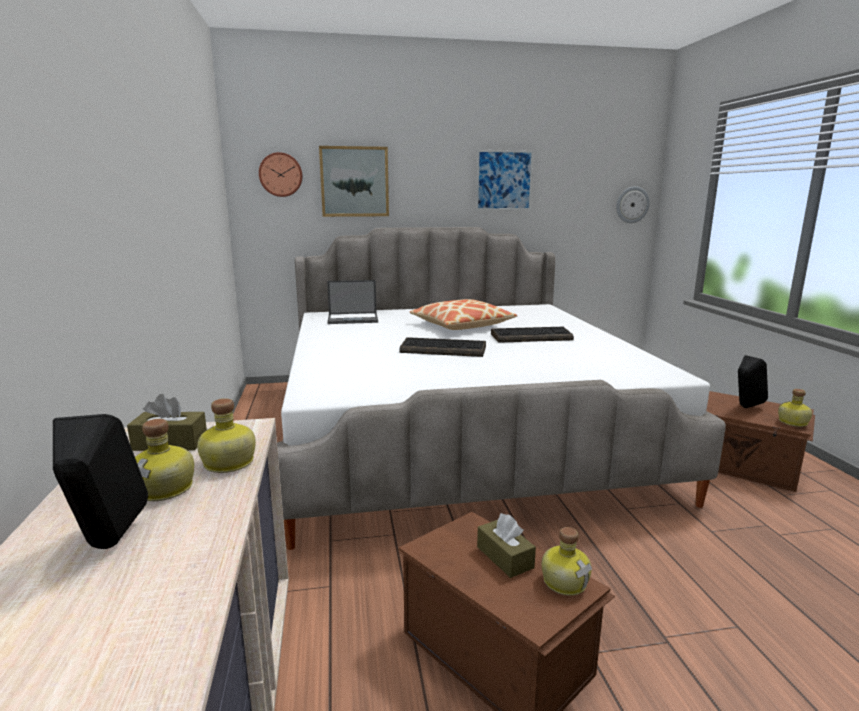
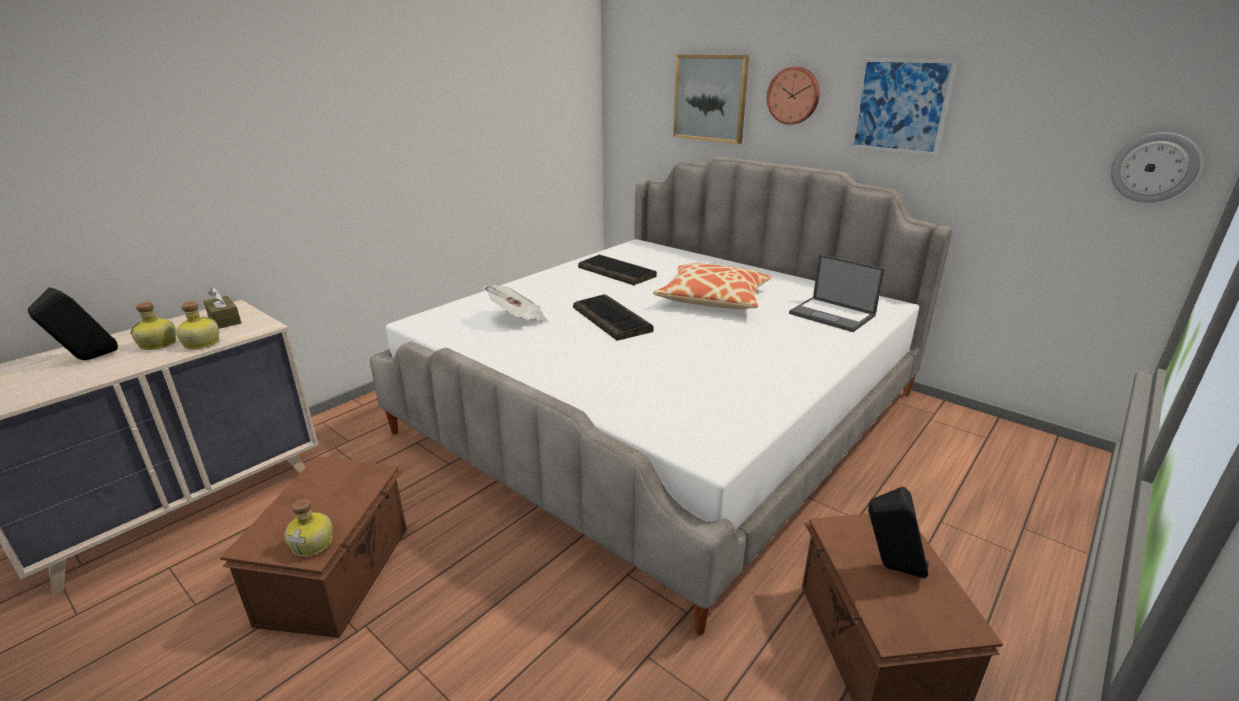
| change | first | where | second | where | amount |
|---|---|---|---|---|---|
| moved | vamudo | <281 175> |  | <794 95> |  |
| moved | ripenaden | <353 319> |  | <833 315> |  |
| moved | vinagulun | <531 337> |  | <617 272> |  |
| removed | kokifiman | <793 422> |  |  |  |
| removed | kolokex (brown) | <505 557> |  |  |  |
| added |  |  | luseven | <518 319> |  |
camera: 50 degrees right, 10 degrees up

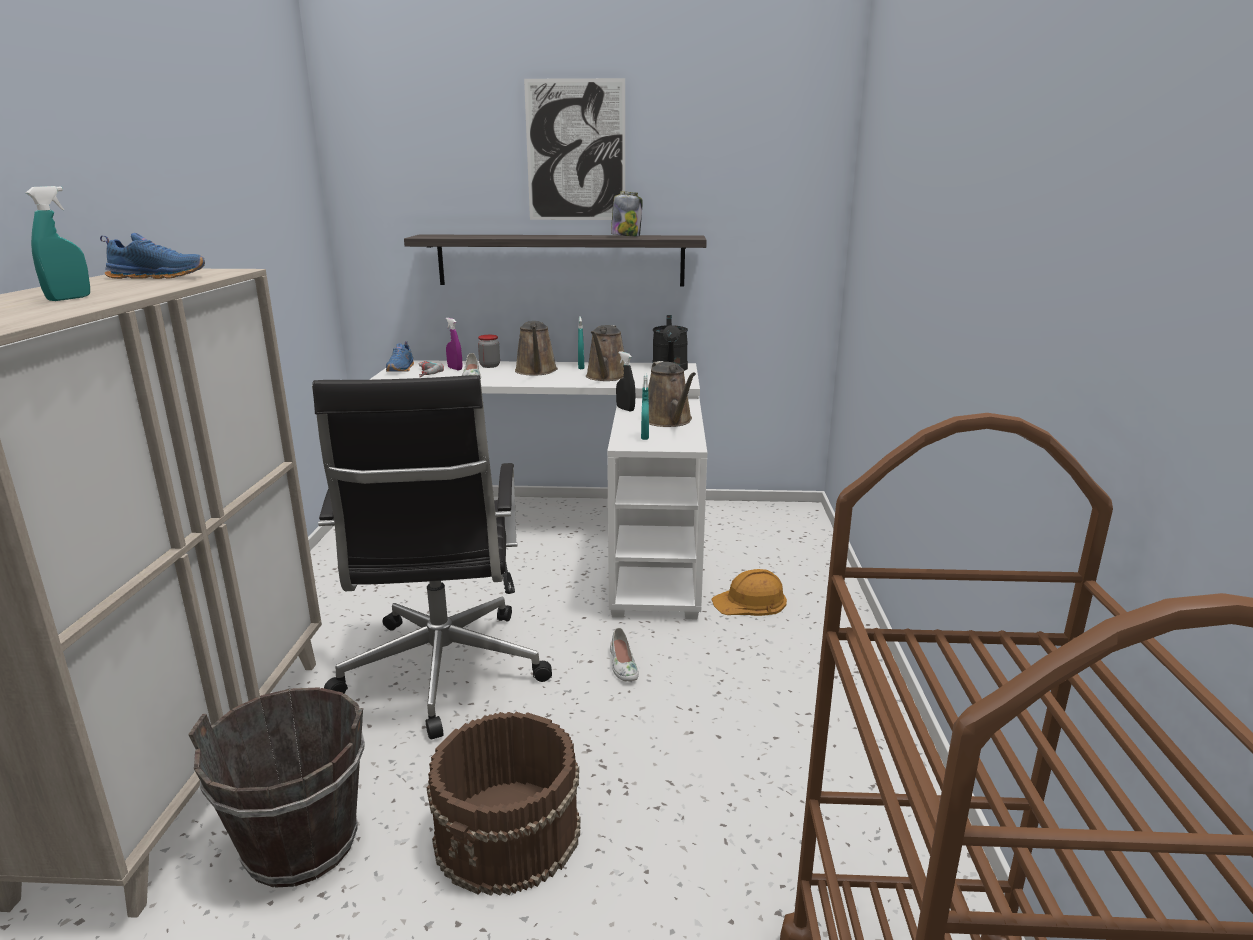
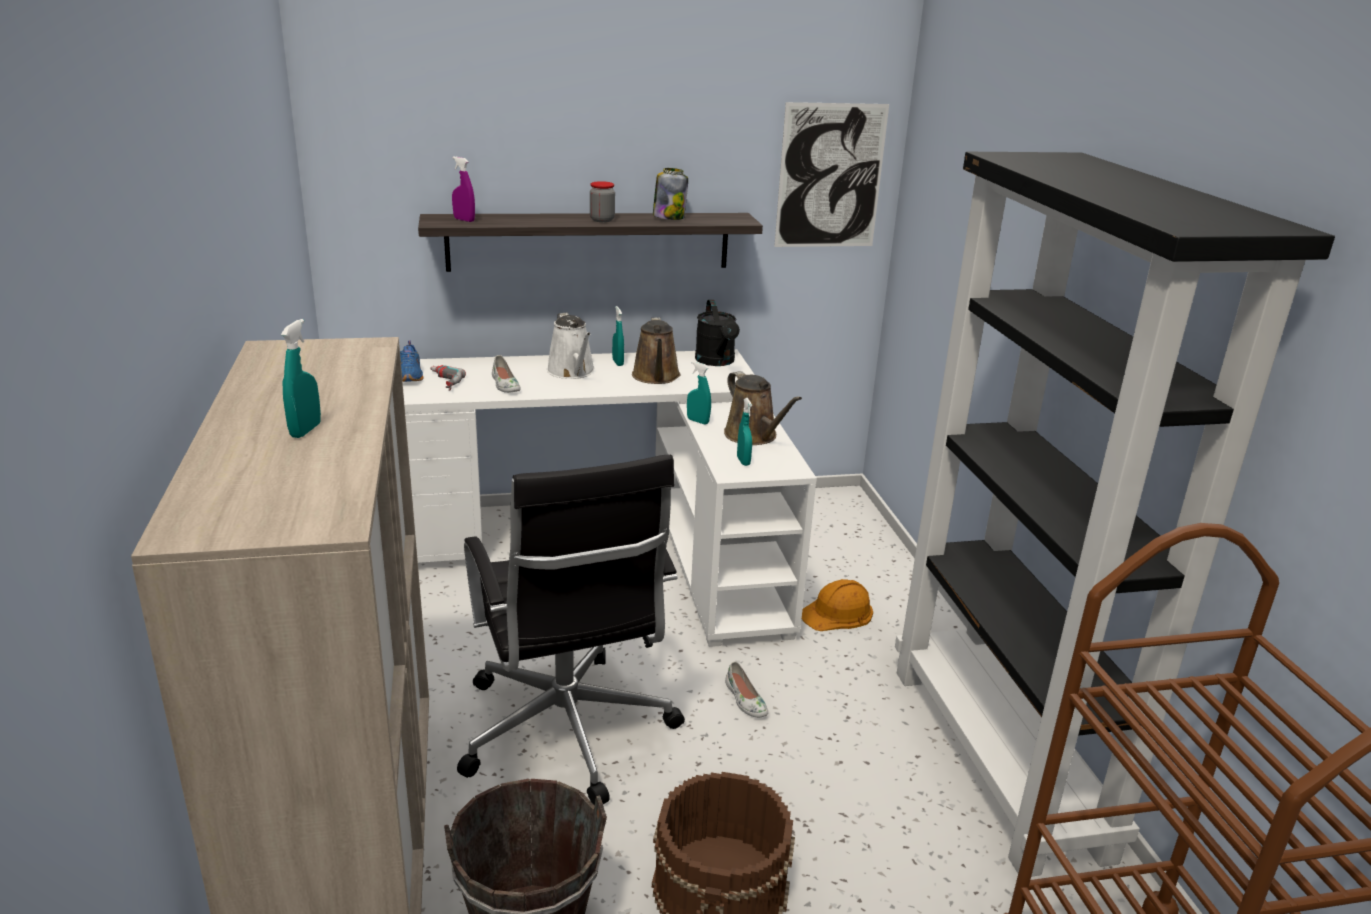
| change | first | where | second | where | amount |
|---|---|---|---|---|---|
| moved | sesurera | <576 151> |  | <830 176> |  |
| removed | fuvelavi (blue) | <159 277> |  |  |  |
| moved | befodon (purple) | <455 369> |  | <464 220> |  |
| recoloured | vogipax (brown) | <536 371> | vogipax (white) | <572 372> |  |
| moved | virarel | <489 366> |  | <602 220> |  |
| recoloured | befodon (black) | <625 409> | befodon (turquoise) | <698 421> |  |
| added |  |  | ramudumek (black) | <999 759> |  |
camera: 15 degrees left, 5 degrees up

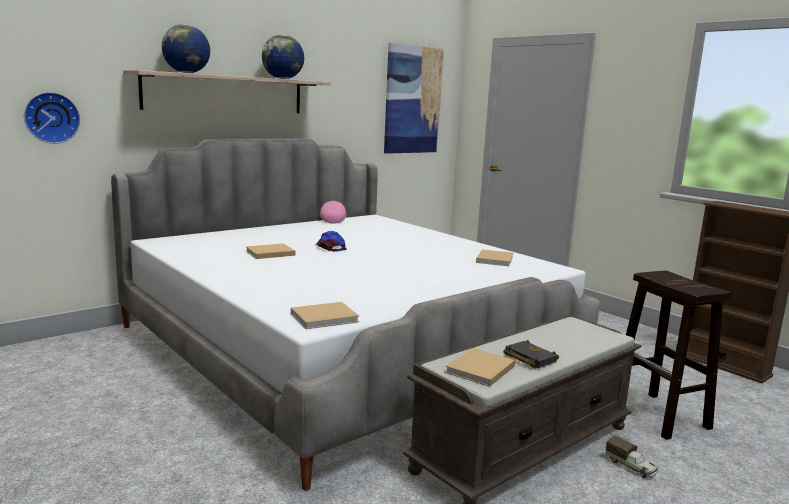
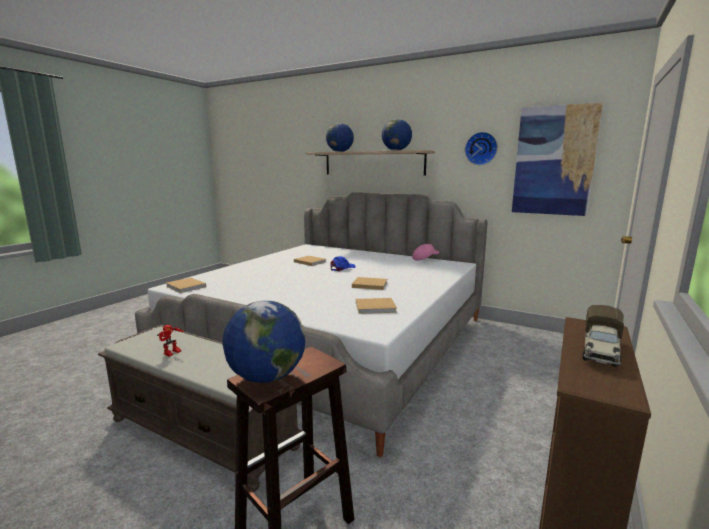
| change | first | where | second | where | amount |
|---|---|---|---|---|---|
| moved | vamudo | <51 117> |  | <481 148> |  |
| replaced | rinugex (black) | <528 358> | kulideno | <172 353> |  |
| moved | rinugex (beige) | <479 370> |  | <368 285> |  |
| moved | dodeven | <631 467> |  | <600 351> |  |
| added |  |  | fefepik | <266 377> |  |
camera: 70 degrees right, 0 degrees up

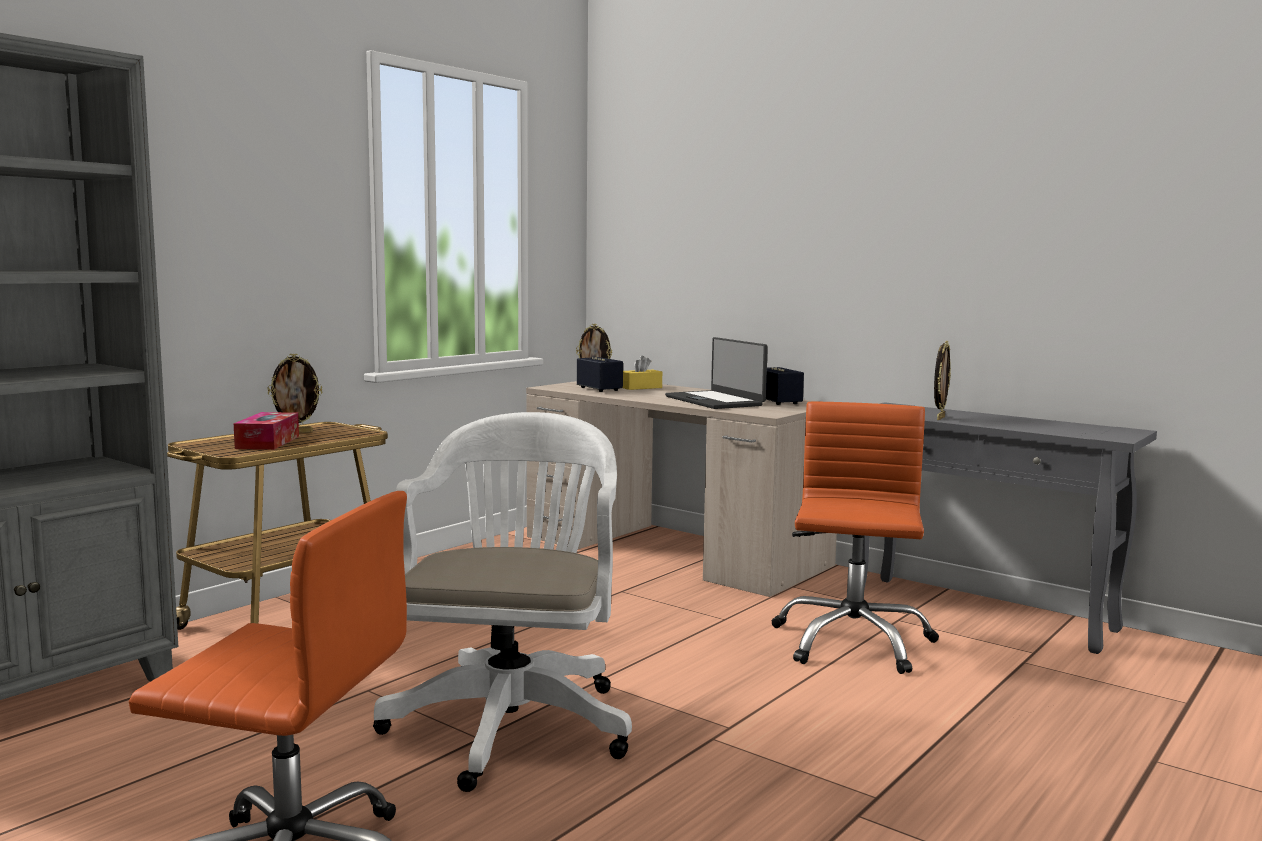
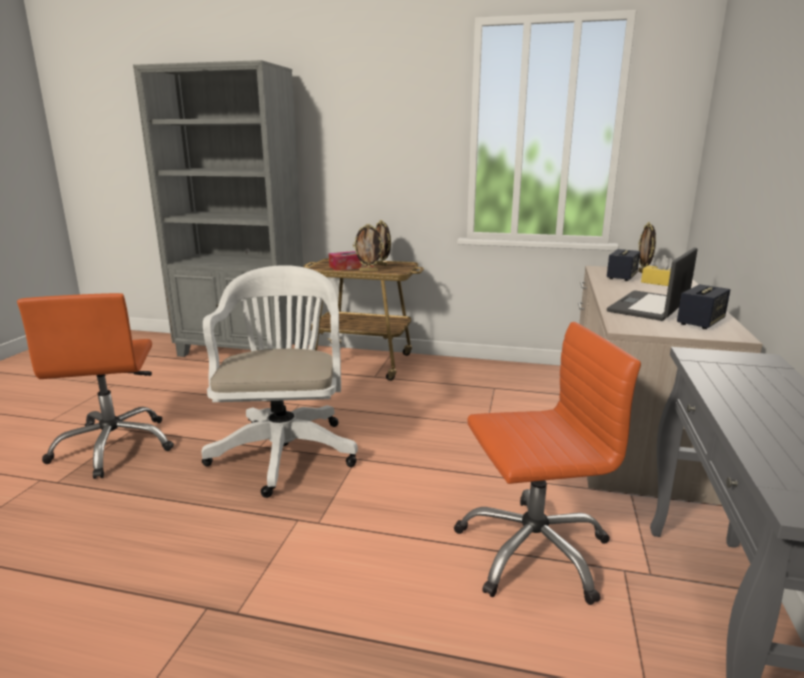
| change | first | where | second | where | amount |
|---|---|---|---|---|---|
| moved | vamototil | <939 418> |  | <369 271> |  |
| turned | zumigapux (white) | <513 721> |  | <285 449> | 75 degrees counterclockwise |
camera: 65 degrees right, 10 degrees up

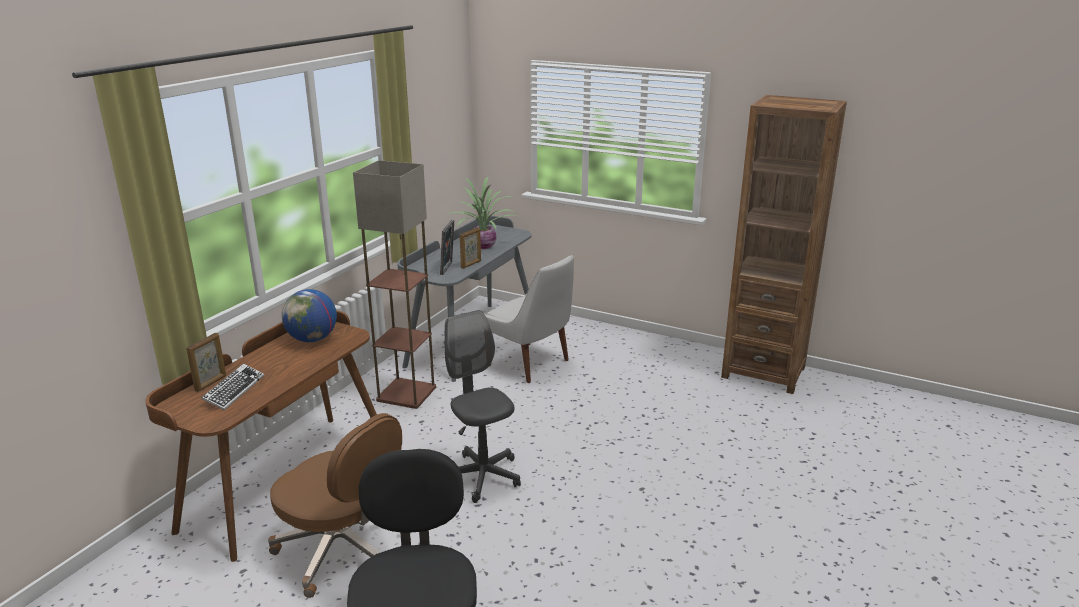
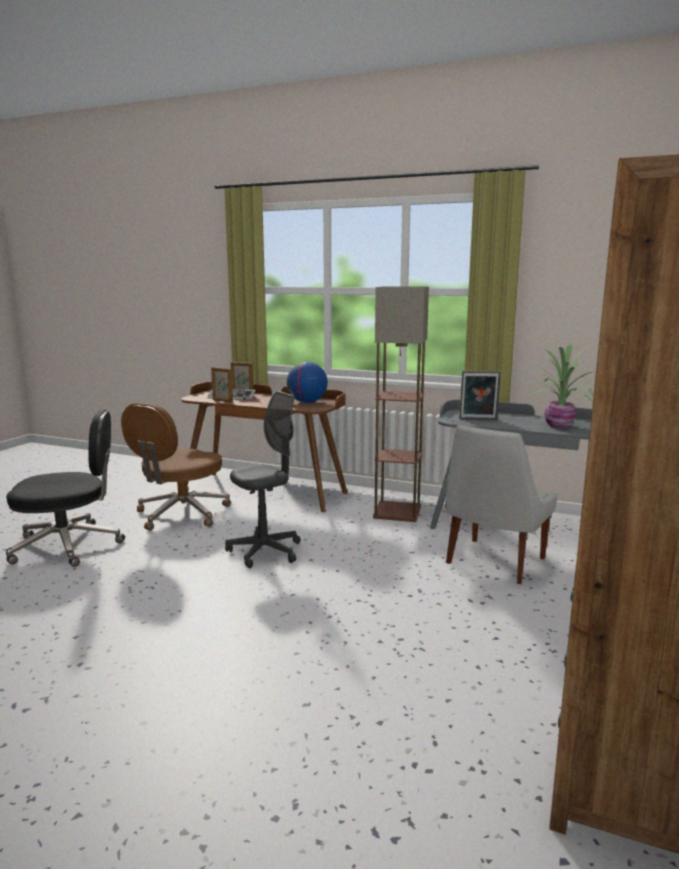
| change | first | where | second | where | amount |
|---|---|---|---|---|---|
| moved | vamototil | <471 264> |  | <222 401> |  |
camera: 85 degrees right, 10 degrees down

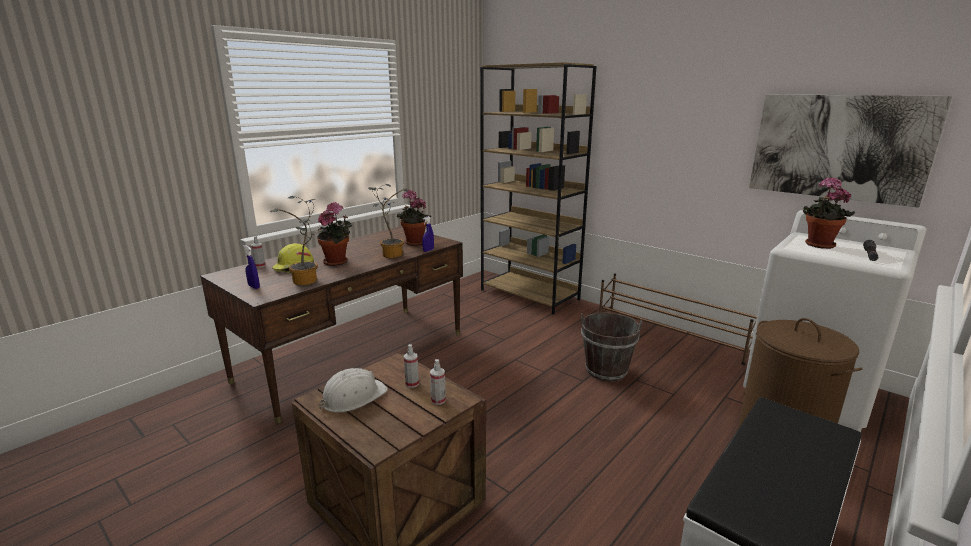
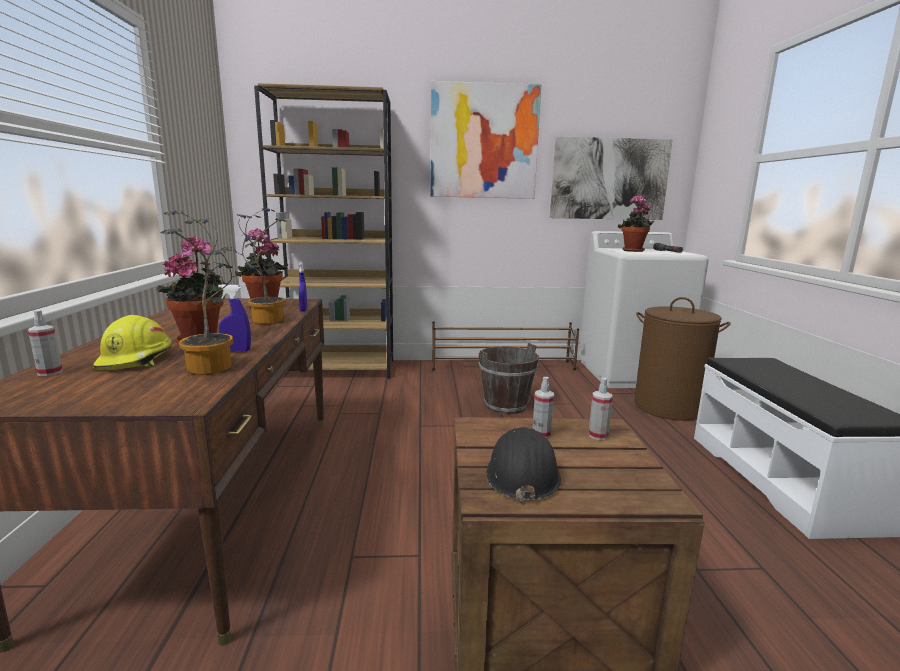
| change | first | where | second | where | amount |
|---|---|---|---|---|---|
| moved | befodon (blue) | <254 287> |  | <236 351> |  |
| recoloured | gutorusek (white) | <353 397> | gutorusek (black) | <522 474> |  |
| added |  |  | sesurera | <484 142> |  |
camera: 45 degrees left, 5 degrees down

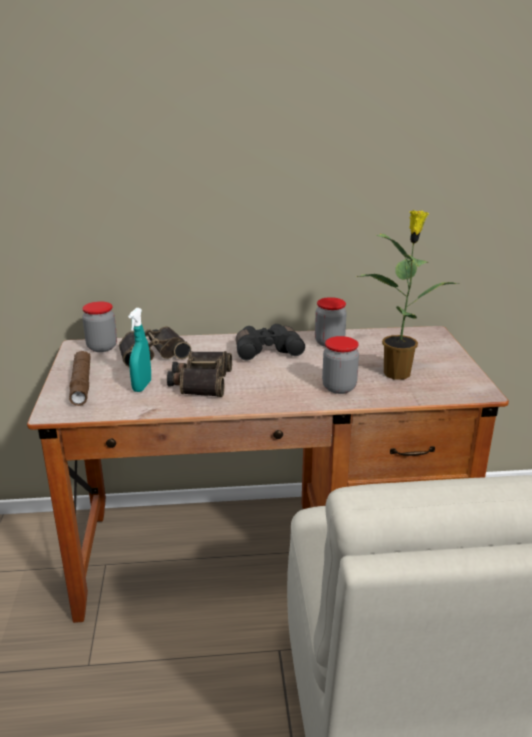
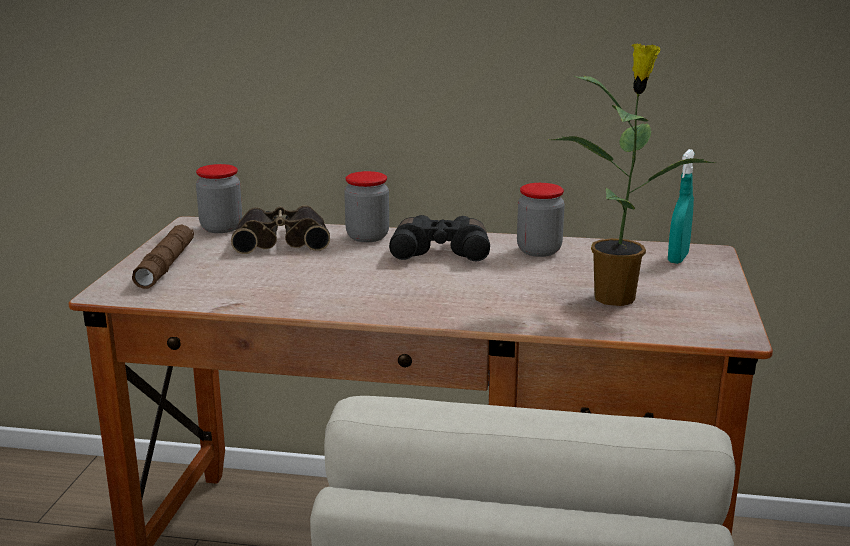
| change | first | where | second | where | amount |
|---|---|---|---|---|---|
| moved | befodon (turquoise) | <142 386> |  | <678 258> |  |
| moved | virarel | <339 387> |  | <367 237> |  |
| removed | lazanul | <201 381> |  |  |  |
camera: 15 degrees right, 5 degrees down

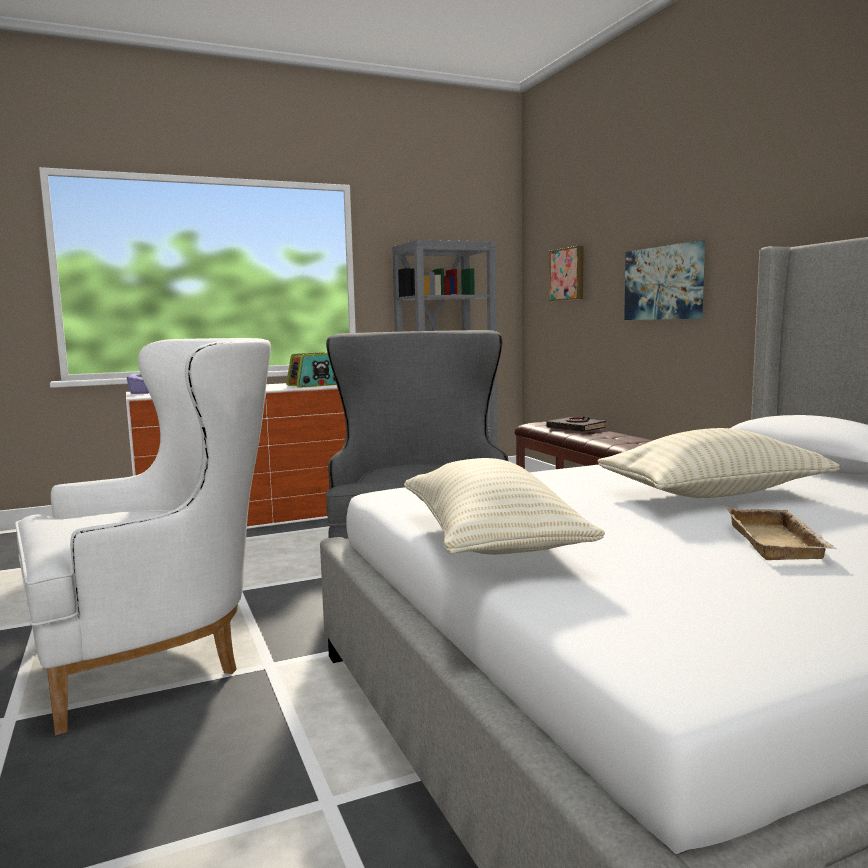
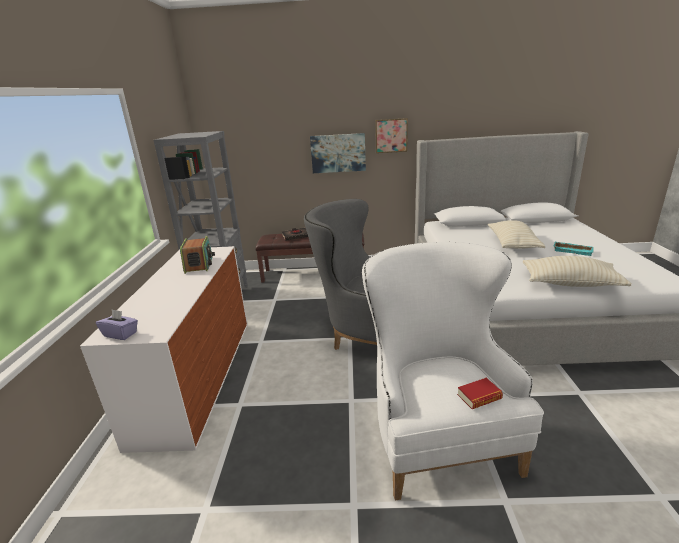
| change | first | where | second | where | amount |
|---|---|---|---|---|---|
| moved | sesurera | <568 274> |  | <391 135> |  |
| recoloured | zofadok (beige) | <780 543> | zofadok (turquoise) | <573 250> |  |
| added |  |  | rinugex | <479 397> |  |
camera: 65 degrees left, 15 degrees up

